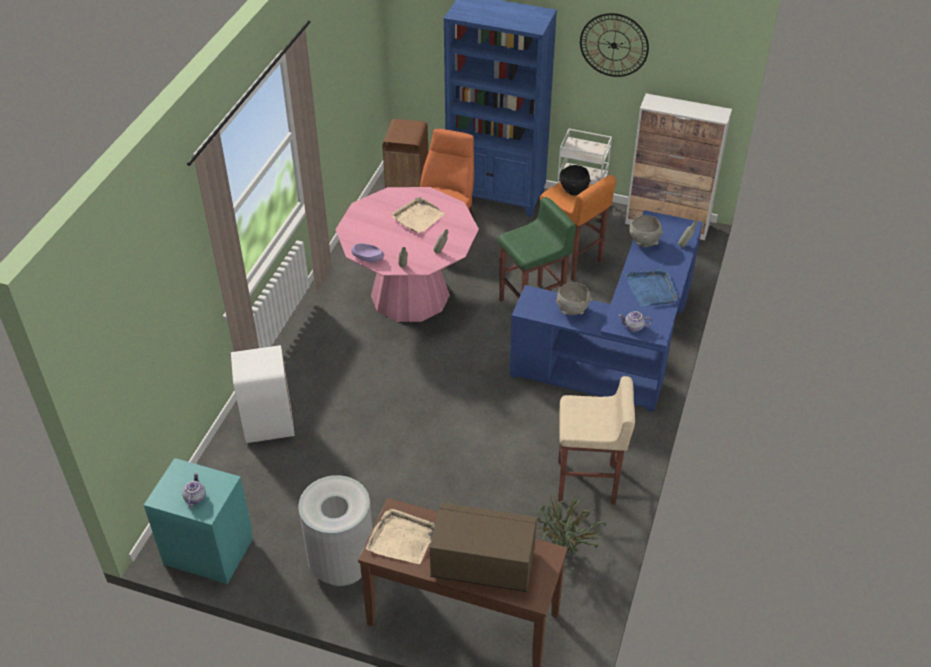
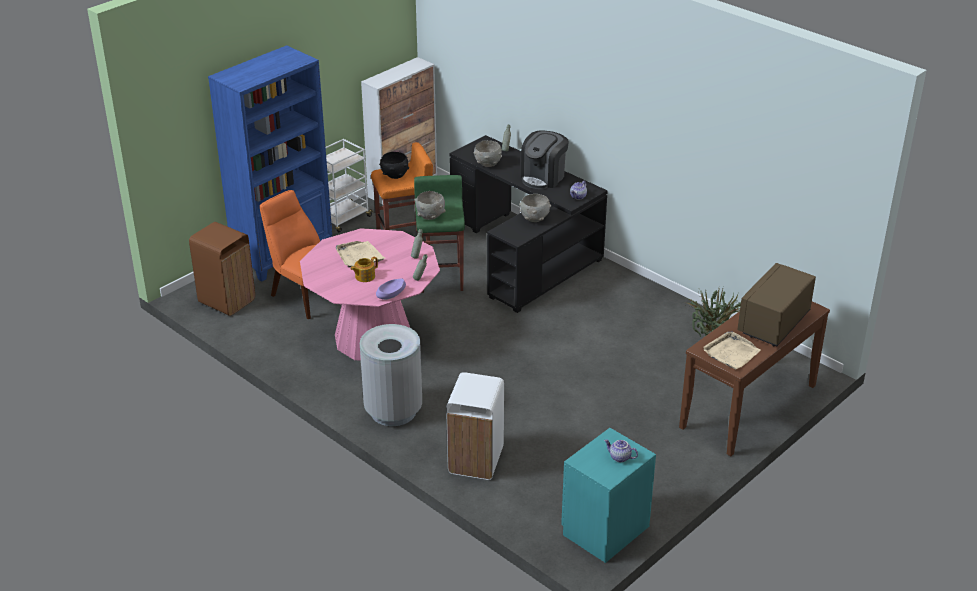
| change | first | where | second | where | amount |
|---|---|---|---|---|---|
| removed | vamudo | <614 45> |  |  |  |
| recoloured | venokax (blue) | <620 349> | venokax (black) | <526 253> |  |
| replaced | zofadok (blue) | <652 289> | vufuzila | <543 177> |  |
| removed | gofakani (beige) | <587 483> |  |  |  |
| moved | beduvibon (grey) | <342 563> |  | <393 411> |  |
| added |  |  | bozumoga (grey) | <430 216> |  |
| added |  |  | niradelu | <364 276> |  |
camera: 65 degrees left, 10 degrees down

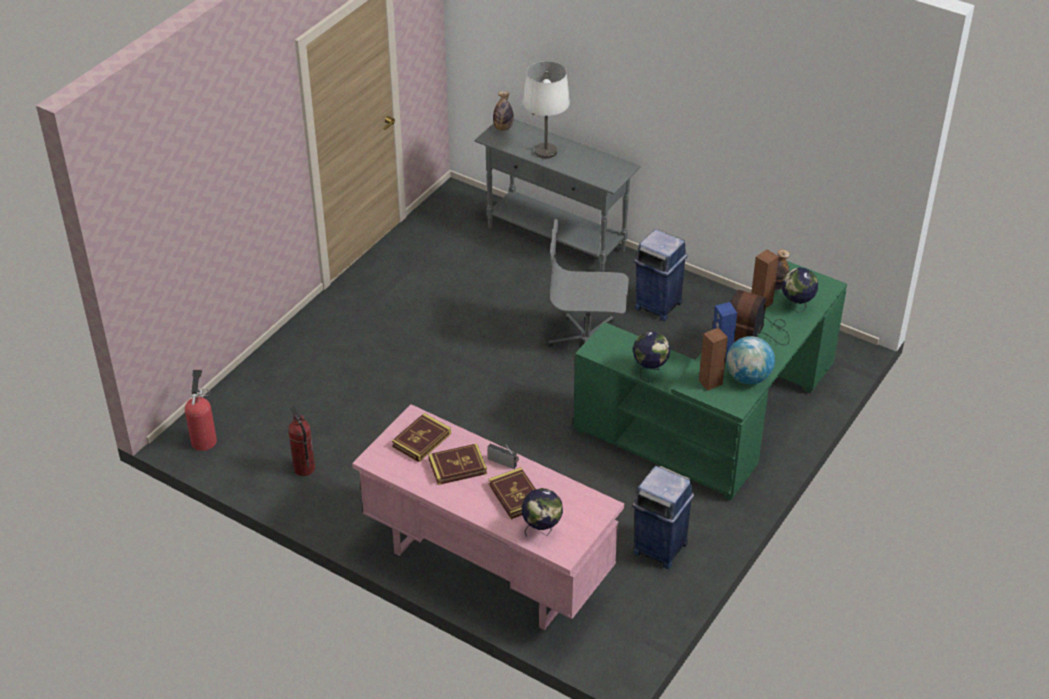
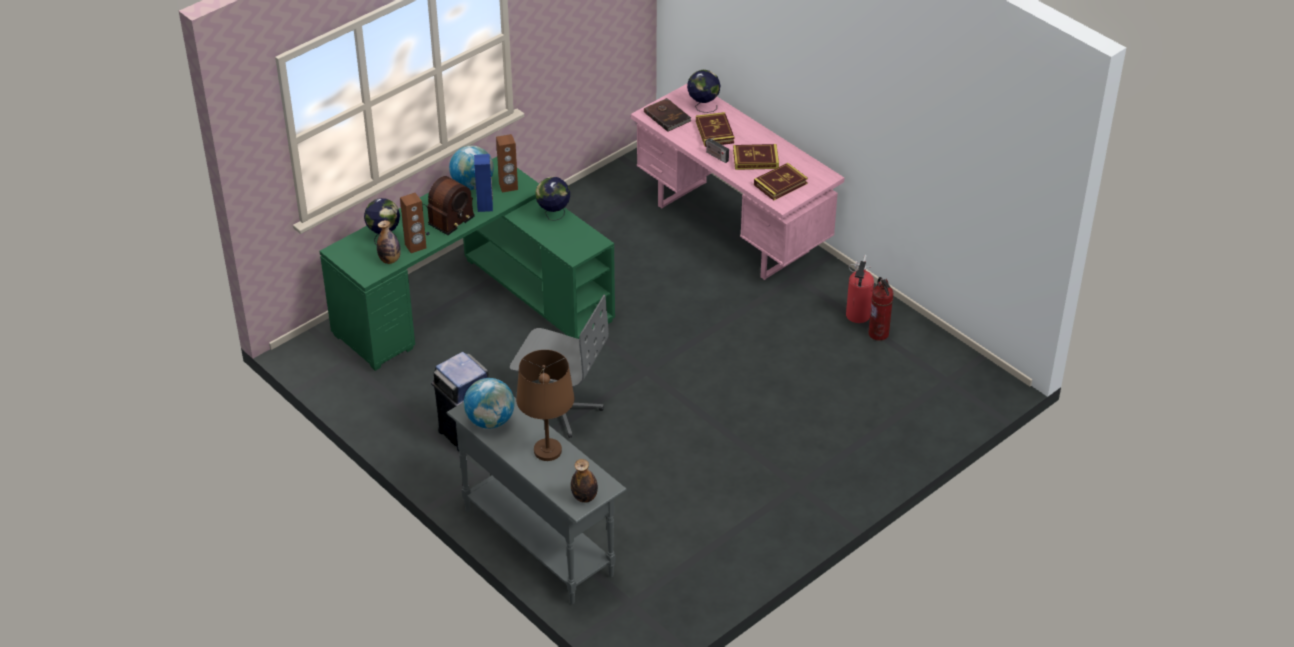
| change | first | where | second | where | amount |
|---|---|---|---|---|---|
| recoloured | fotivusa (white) | <545 151> | fotivusa (brown) | <547 451> |  |
| moved | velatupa | <204 439> |  | <857 316> |  |
| removed | beduvibon (blue) | <659 547> |  |  |  |
| added |  |  | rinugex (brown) | <667 116> |  |
| added |  |  | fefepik | <490 421> |  |
camera: 165 degrees left, 0 degrees up

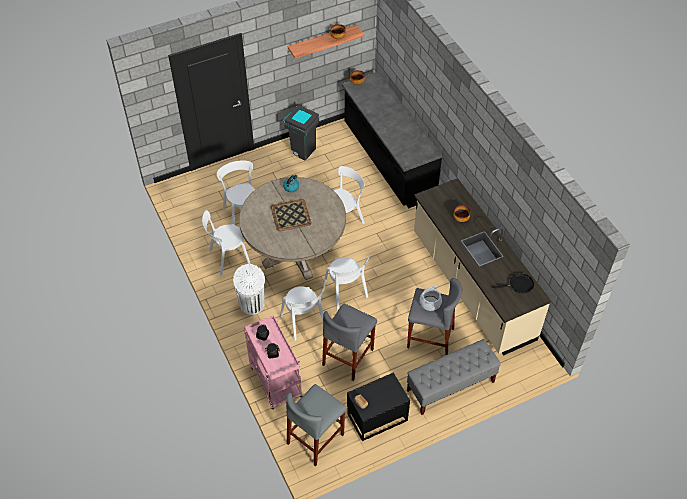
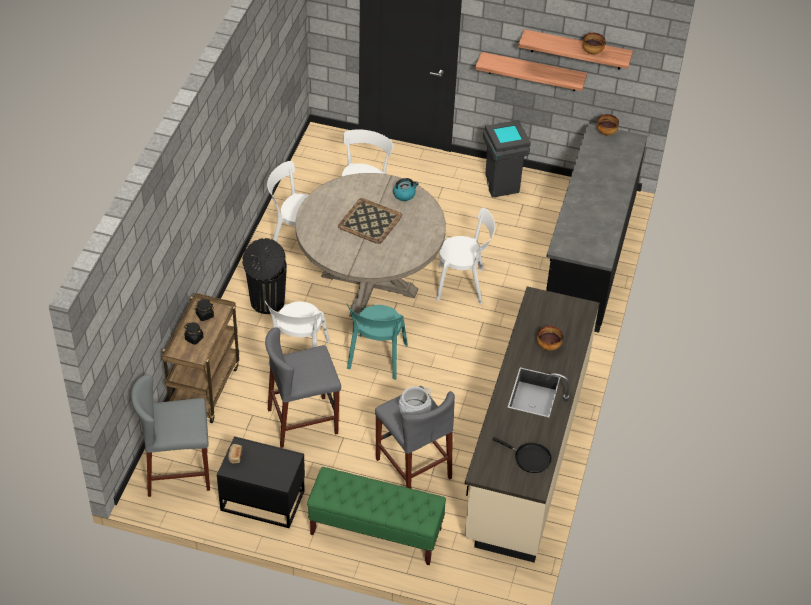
| change | first | where | second | where | amount |
|---|---|---|---|---|---|
| recoloured | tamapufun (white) | <346 293> | tamapufun (turquoise) | <376 359> |  |
| recoloured | beduvibon (white) | <252 305> | beduvibon (black) | <267 302> |  |
| recoloured | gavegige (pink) | <274 380> | gavegige (brown) | <204 388> |  |
| recoloured | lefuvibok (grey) | <450 386> | lefuvibok (green) | <375 532> |  |
| added |  |  | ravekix | <532 72> |  |
camera: 40 degrees right, 5 degrees down

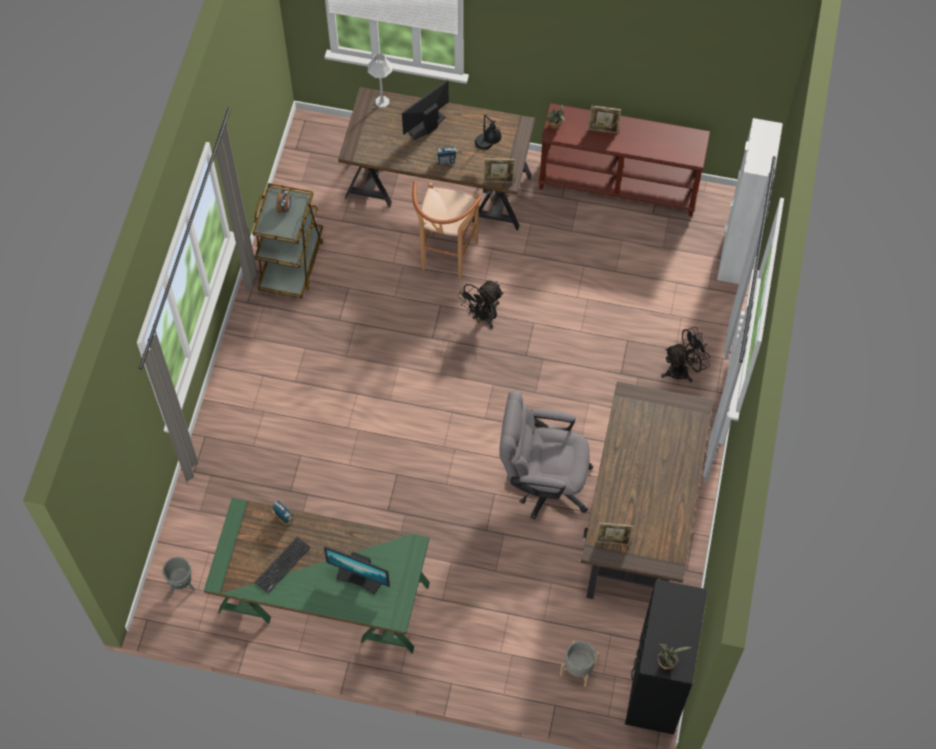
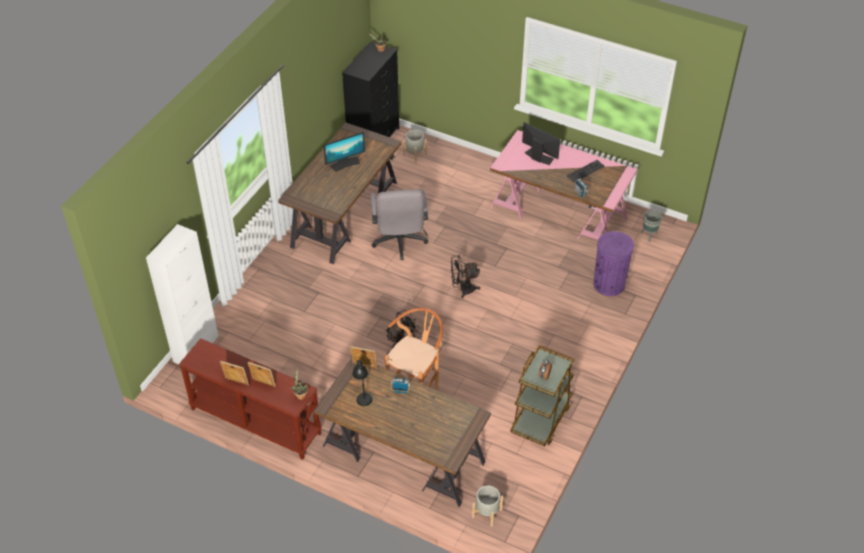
| change | first | where | second | where | amount |
|---|---|---|---|---|---|
| removed | fotivusa (grey) | <382 101> |  |  |  |
| moved | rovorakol | <427 125> |  | <345 163> |  |
| moved | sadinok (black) | <683 369> |  | <463 289> |  |
| turned | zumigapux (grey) | <542 482> |  | <399 243> | 60 degrees clockwise |
| recoloured | venokax (green) | <323 598> | venokax (pink) | <559 212> |  |
| moved | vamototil | <613 541> |  | <236 382> |  |
| added |  |  | beduvibon (purple) | <609 284> |  |
| added |  |  | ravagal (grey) | <487 513> |  |
camera: 165 degrees left, 15 degrees down

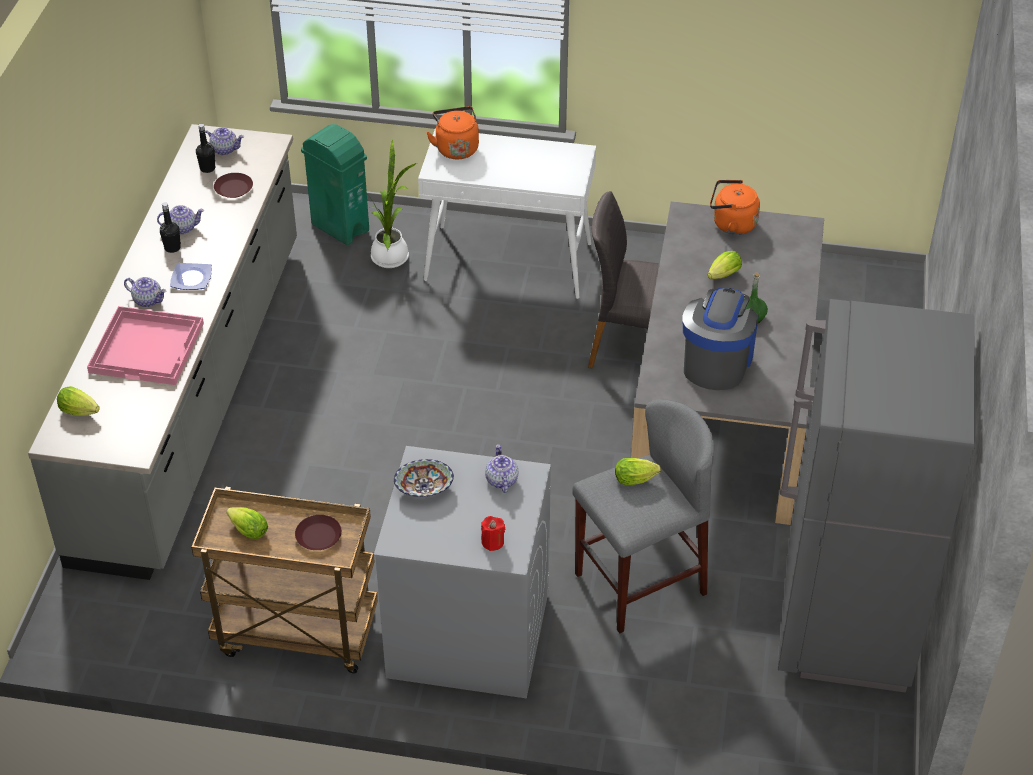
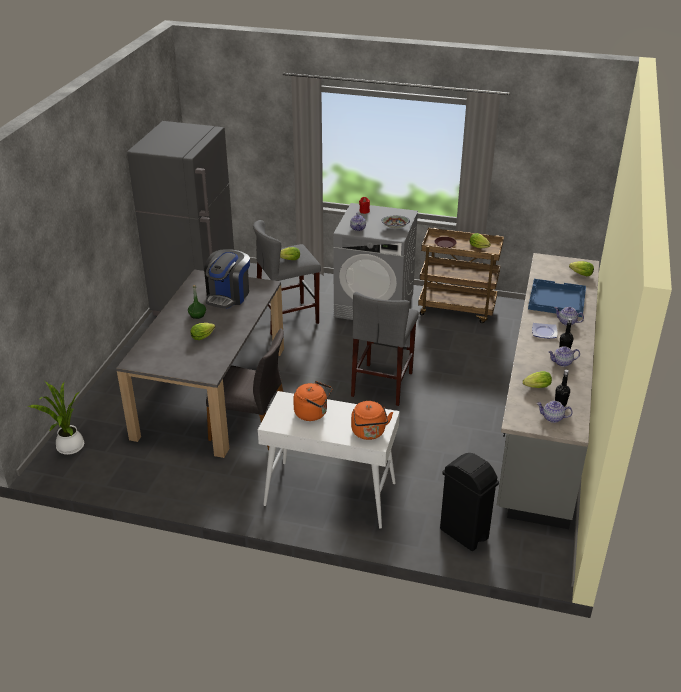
| change | first | where | second | where | amount |
|---|---|---|---|---|---|
| recoloured | beduvibon (green) | <340 227> | beduvibon (black) | <464 534> |  |
| moved | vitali | <391 255> |  | <69 448> |  |
| replaced | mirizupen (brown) | <233 188> | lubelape | <535 387> |  |
| moved | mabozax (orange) | <731 224> |  | <313 413> |  |
| recoloured | zofadok (pink) | <148 347> | zofadok (blue) | <556 299> |  |
| added |  |  | gofakani (grey) | <382 384> |  |
camera: 175 degrees left, 10 degrees down

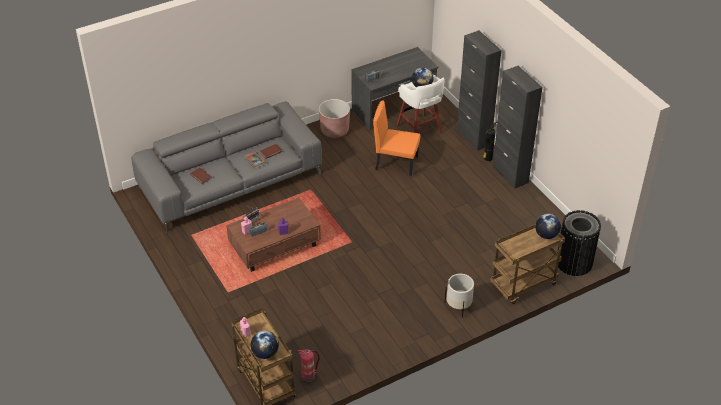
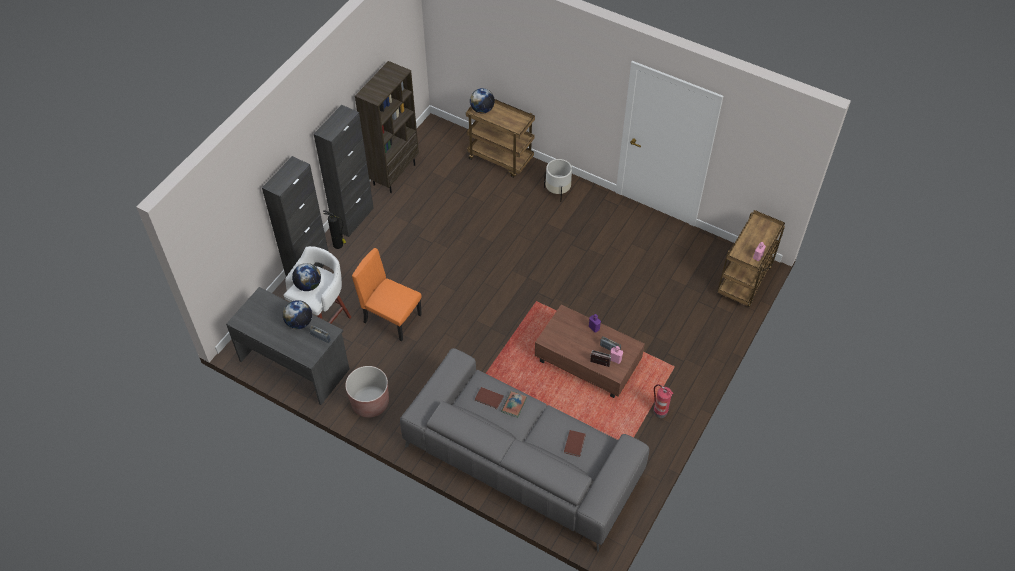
| change | first | where | second | where | amount |
|---|---|---|---|---|---|
| turned | tamapufun (orange) | <396 163> |  | <392 318> | 135 degrees clockwise |
| removed | beduvibon (black) | <574 262> |  |  |  |
| moved | fefepik | <265 353> |  | <299 323> |  |
| moved | velatupa | <308 376> |  | <659 411> |  |
| added |  |  | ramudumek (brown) | <394 174> |  |
camera: 120 degrees left, 10 degrees up

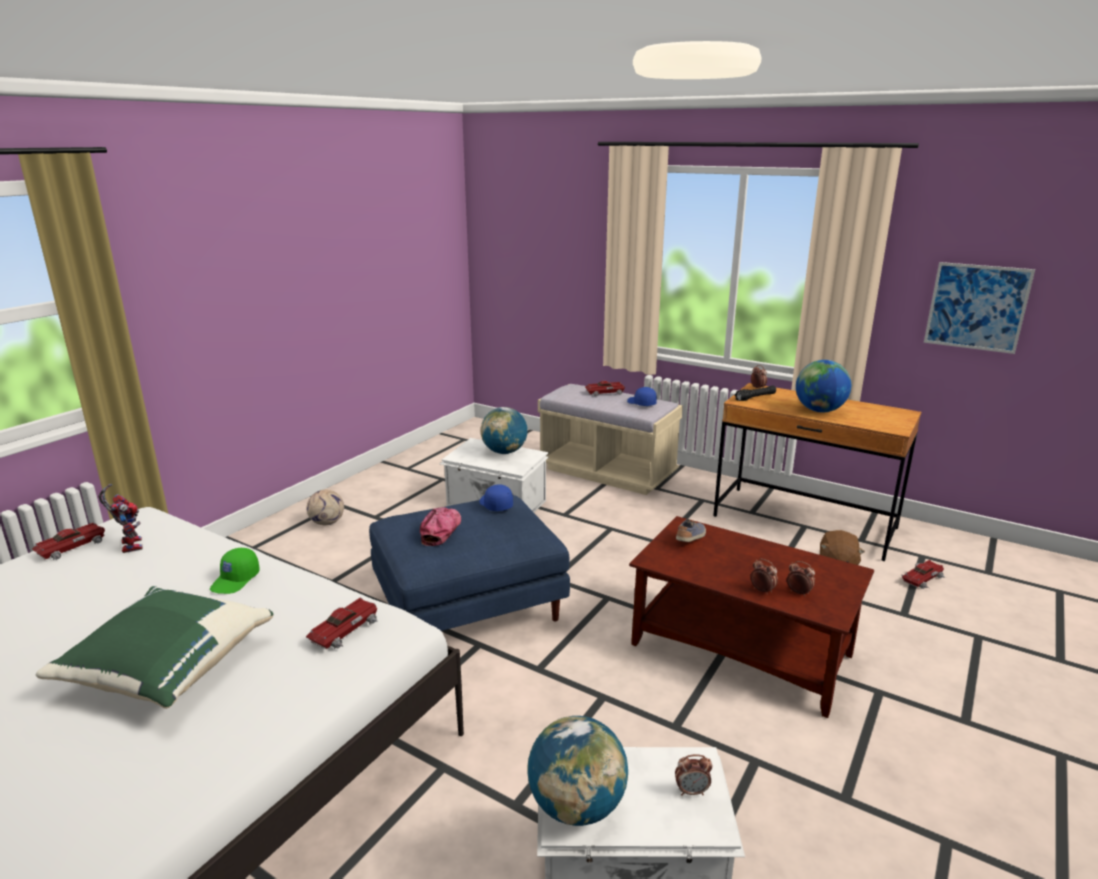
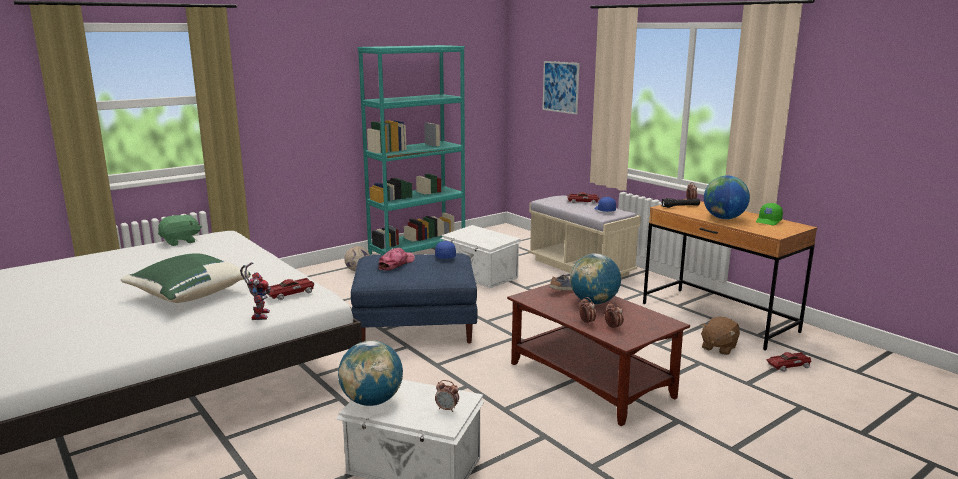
| change | first | where | second | where | amount |
|---|---|---|---|---|---|
| moved | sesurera | <976 307> |  | <560 87> |  |
| moved | fefepik | <504 452> |  | <594 302> |  |
| moved | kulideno | <129 544> |  | <259 314> |  |
| replaced | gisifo | <72 547> | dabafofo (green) | <180 242> |  |
| moved | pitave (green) | <236 580> |  | <769 221> |  |
| added |  |  | ramudumek (turquoise) | <418 249> |  |
camera: 20 degrees right, 5 degrees down

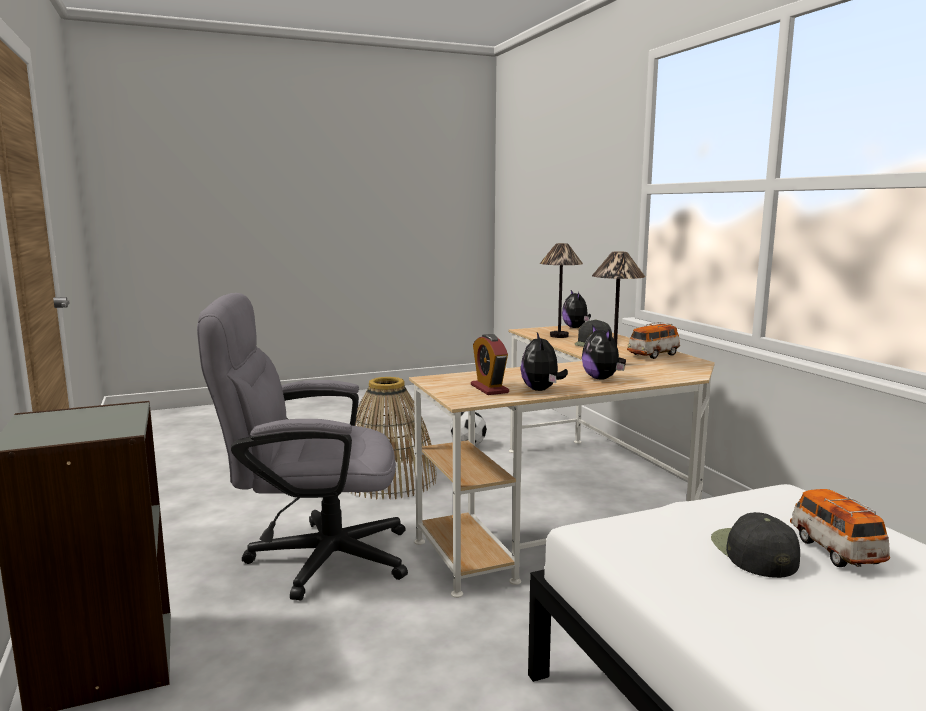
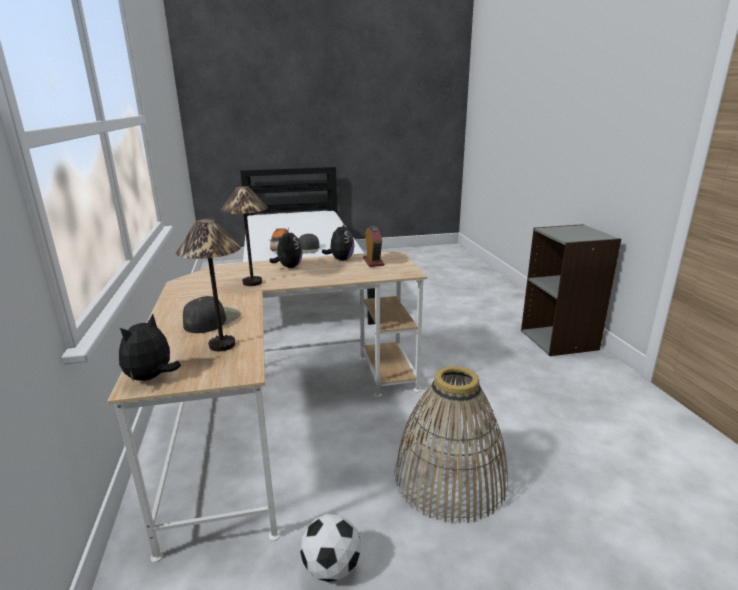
| change | first | where | second | where | amount |
|---|---|---|---|---|---|
| turned | dabafofo | <576 327> |  | <152 378> | 150 degrees counterclockwise |
| removed | zumigapux (grey) | <313 558> |  |  |  |
| removed | gisifo | <653 355> |  |  |  |
camera: 170 degrees left, 10 degrees up

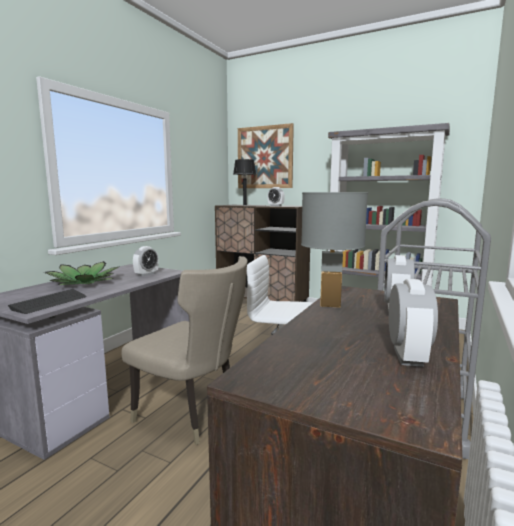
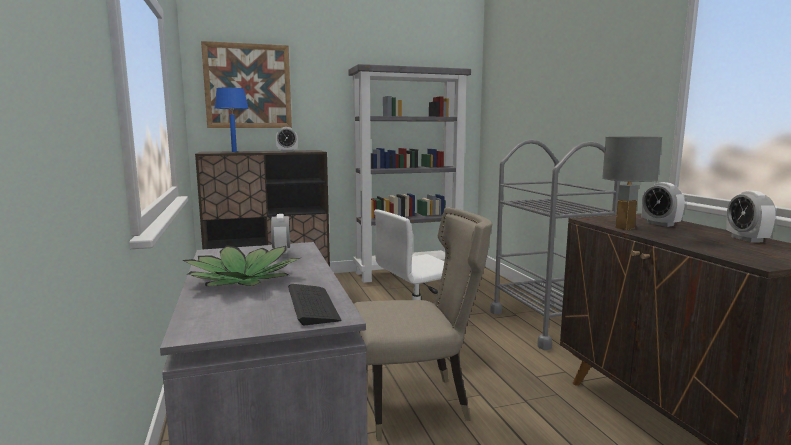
| change | first | where | second | where | amount |
|---|---|---|---|---|---|
| recoloured | fotivusa (black) | <244 205> | fotivusa (blue) | <234 151> |  |
| turned | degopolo | <407 356> |  | <746 239> | 150 degrees counterclockwise |
camera: 45 degrees left, 0 degrees up

